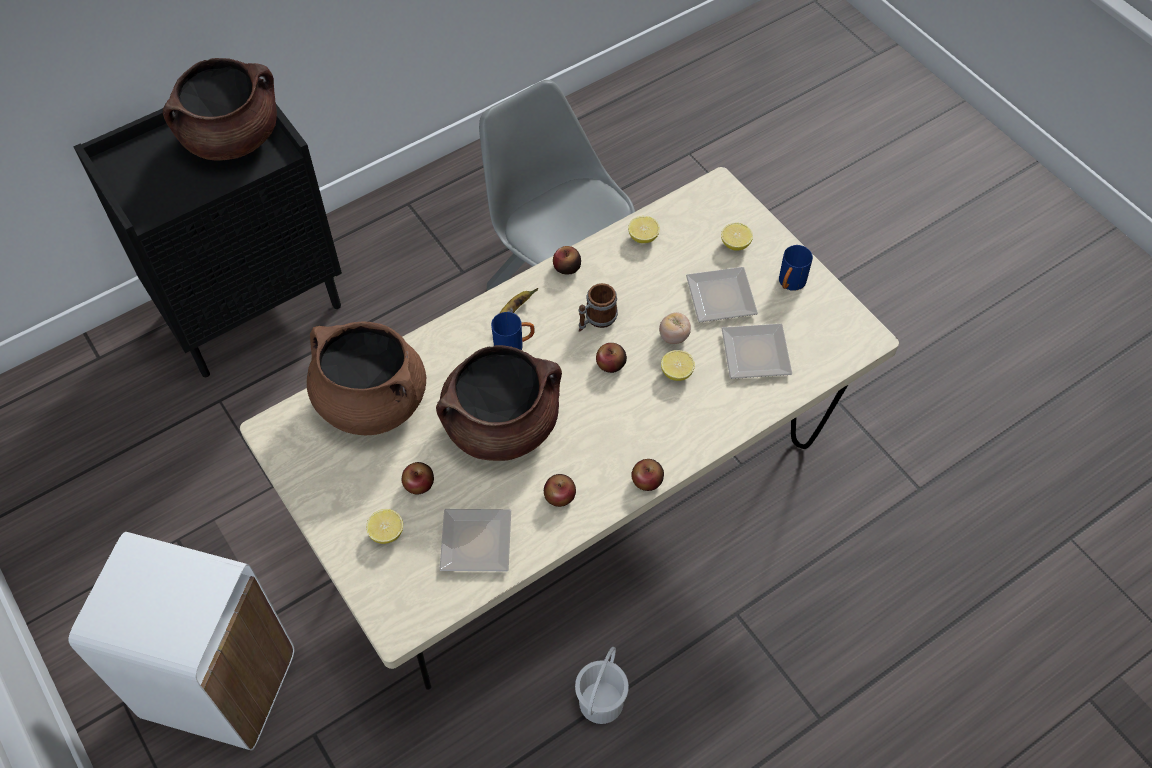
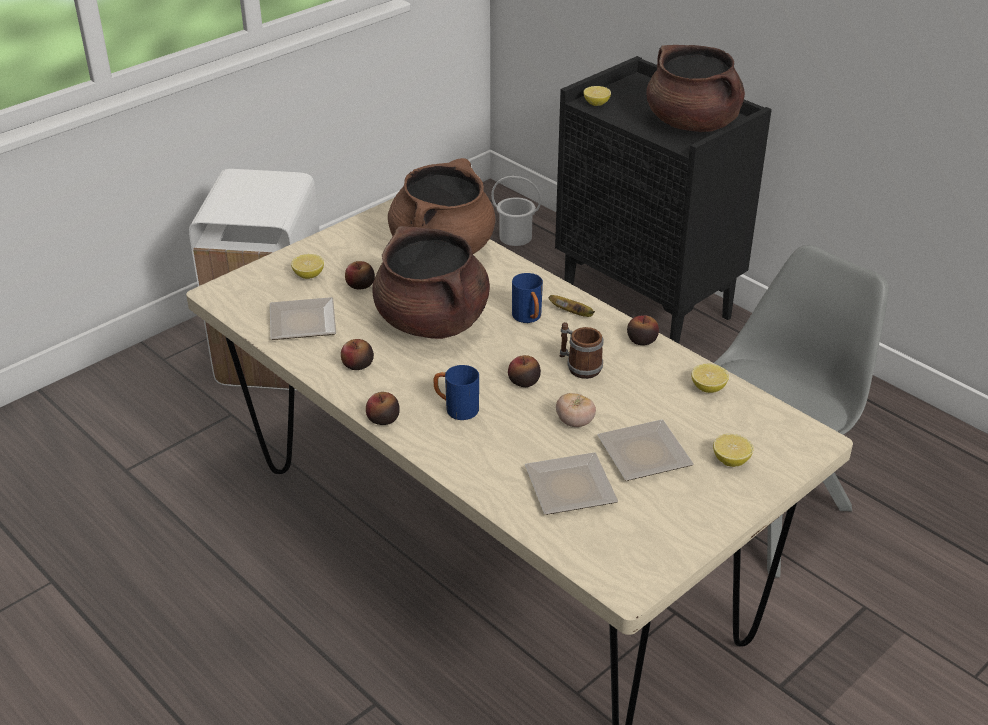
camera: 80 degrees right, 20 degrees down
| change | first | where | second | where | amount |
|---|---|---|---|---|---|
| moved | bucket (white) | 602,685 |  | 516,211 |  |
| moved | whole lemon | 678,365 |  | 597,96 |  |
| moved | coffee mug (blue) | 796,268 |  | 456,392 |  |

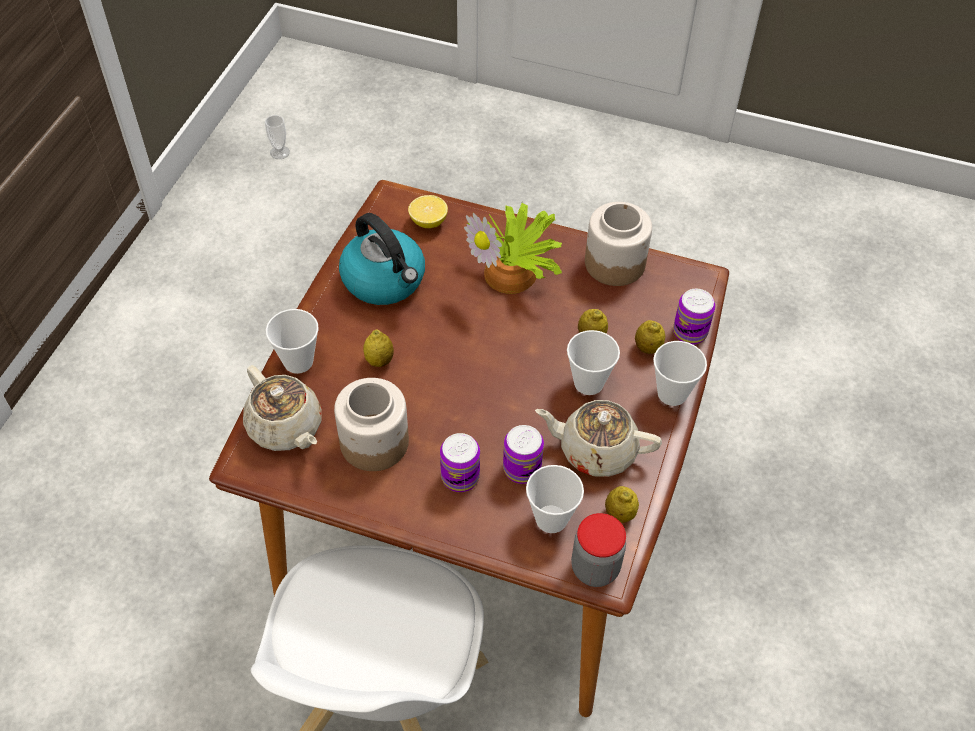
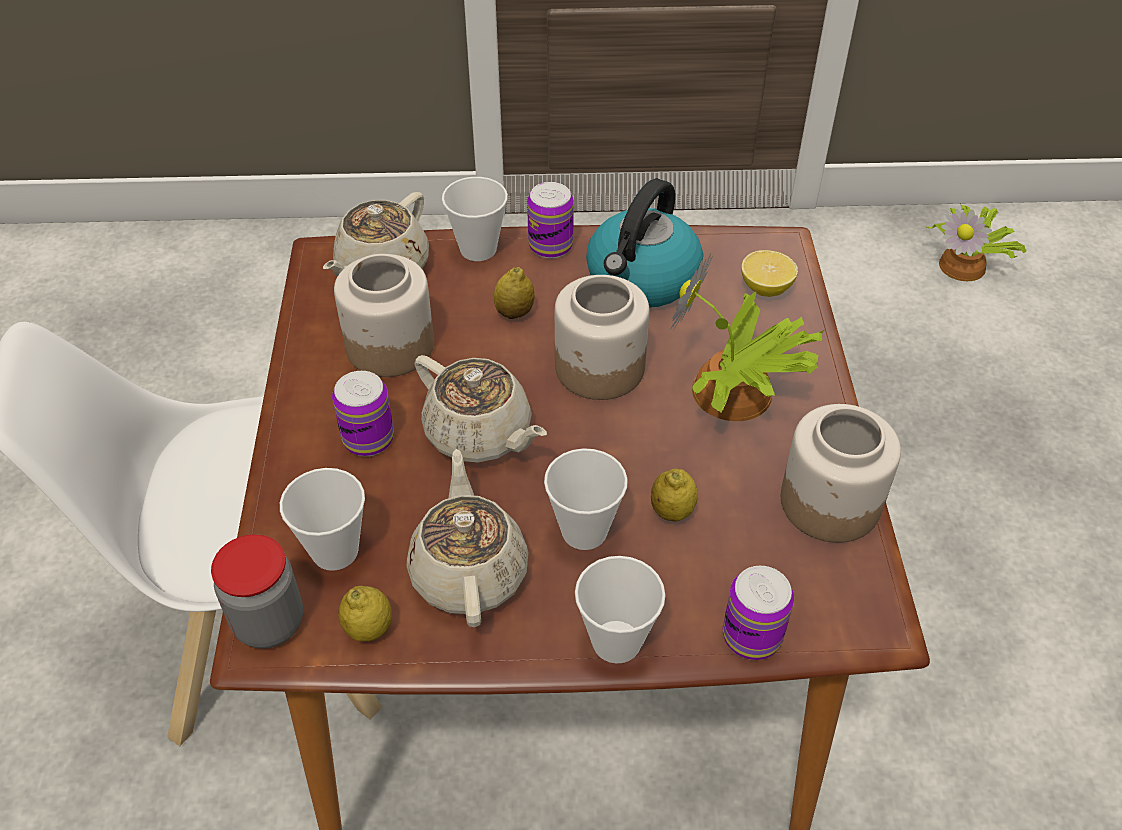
camera: 70 degrees right, 5 degrees down
| change | first | where | second | where | amount |
|---|---|---|---|---|---|
| replaced | drinking cup | 277,137 | plant in a pot | 976,242 |  |
| moved | sealed can | 523,454 |  | 550,220 |  |
| removed | whole lemon | 650,337 |  |  |  |
| added |  |  | teapot (sand-coloured) | 480,409 |  |
| added |  |  | preserve jar | 602,337 |  |

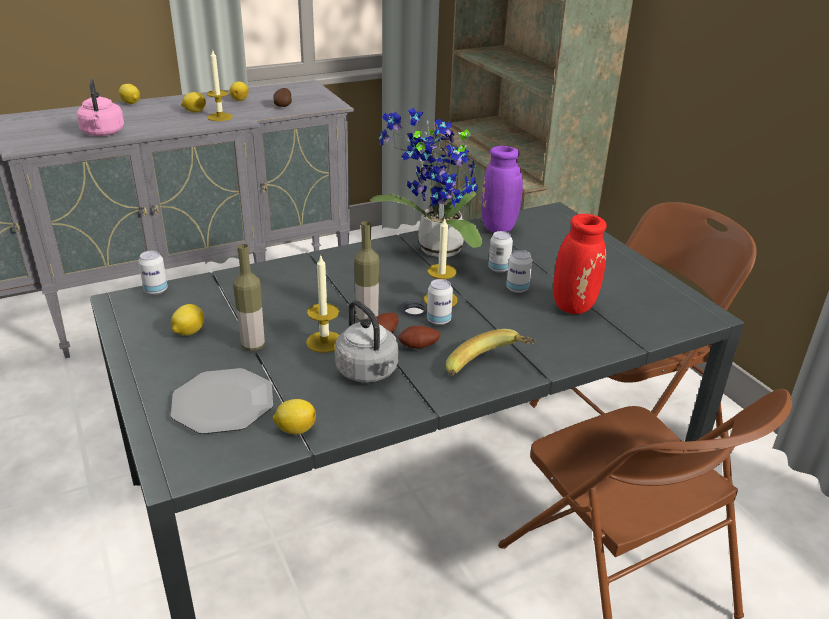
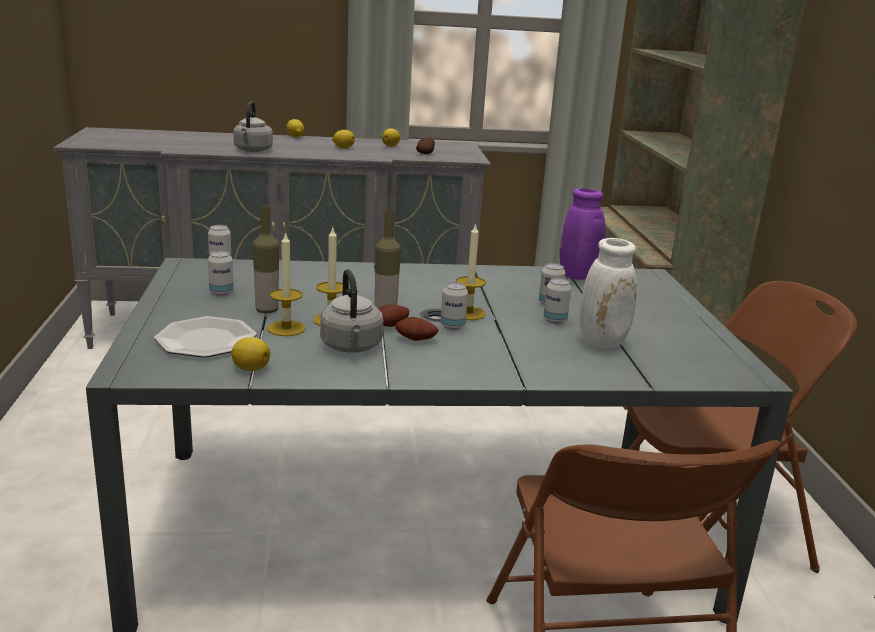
camera: 20 degrees right, 10 degrees down
| change | first | where | second | where | amount |
|---|---|---|---|---|---|
| recoloured | kettle (pink-coloured) | 100,107 | kettle (gray) | 253,126 |  |
| replaced | whole lemon | 187,320 | sealed can | 221,273 |  |
| moved | wax candle | 220,85 |  | 286,283 |  |
| removed | plant in a pot | 426,182 |  |  |  |
| removed | whole banana | 491,352 |  |  |  |
| recoloured | decorative vase (red) | 580,264 | decorative vase (white) | 608,293 |  |

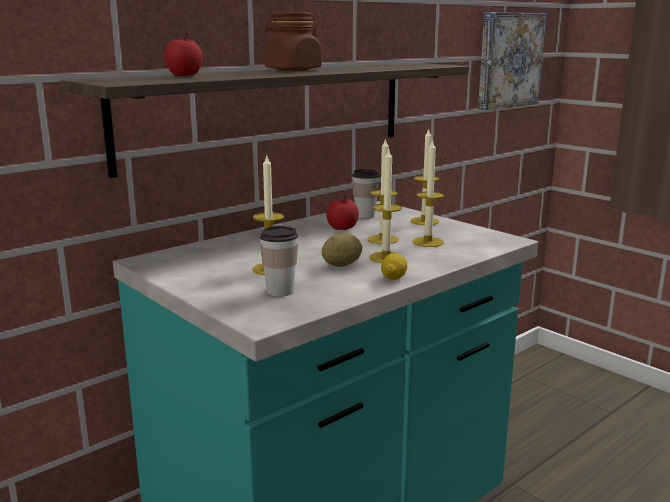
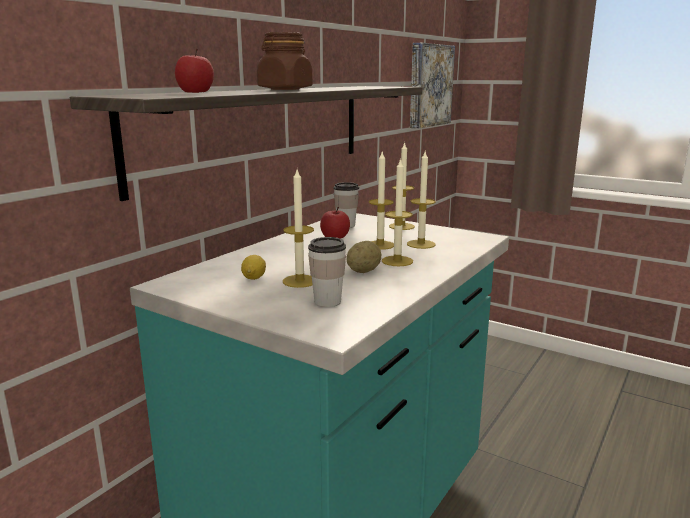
camera: 15 degrees left, 0 degrees up
| change | first | where | second | where | amount |
|---|---|---|---|---|---|
| moved | whole lemon | 394,266 |  | 253,267 |  |

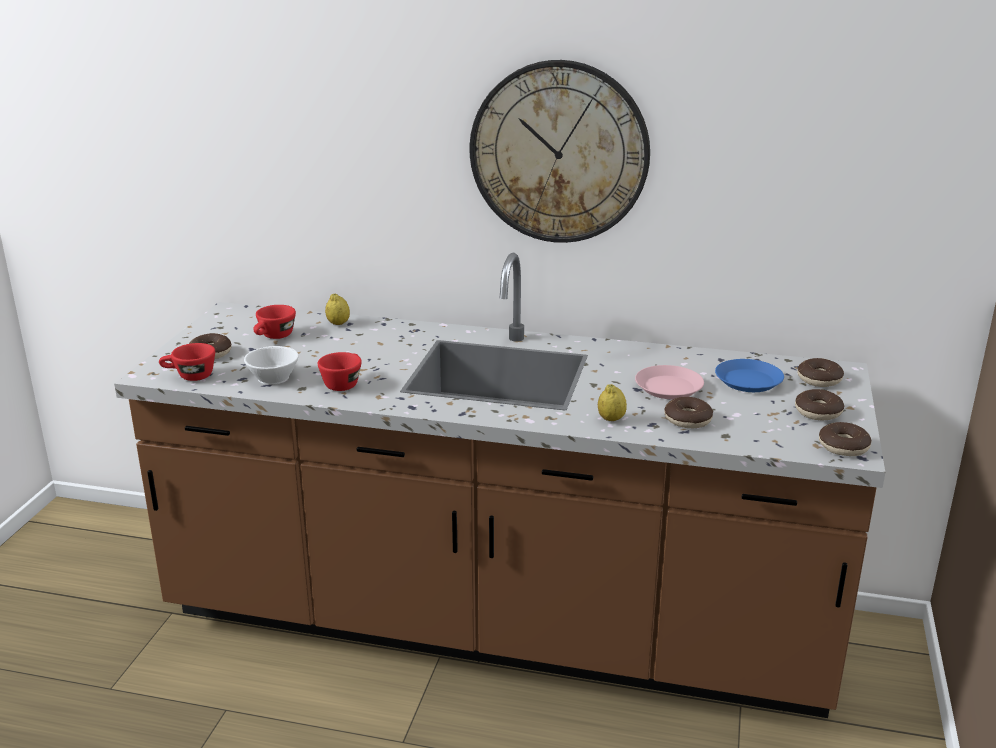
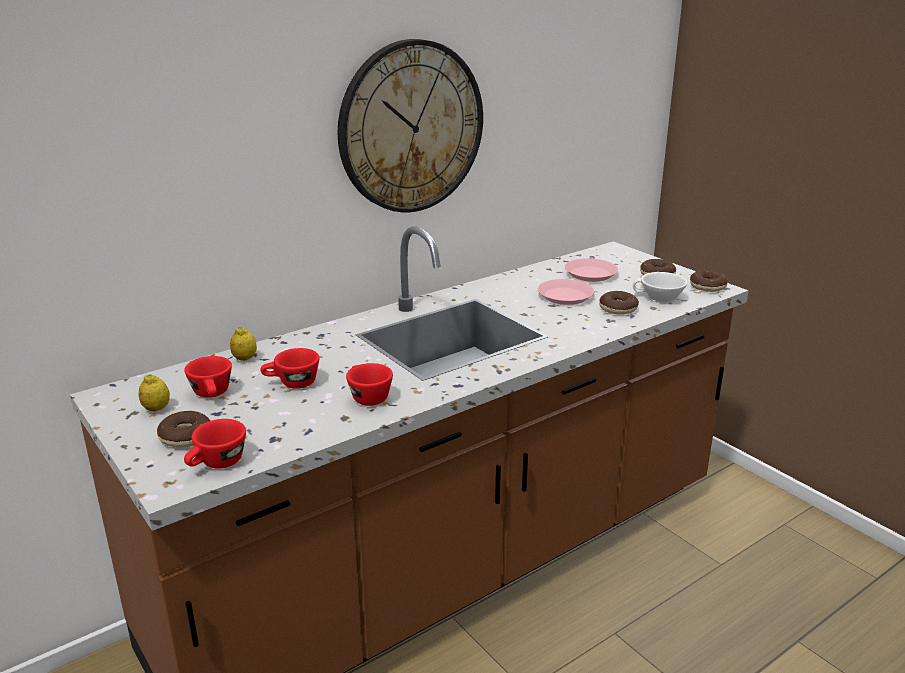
camera: 50 degrees left, 0 degrees up
| change | first | where | second | where | amount |
|---|---|---|---|---|---|
| moved | drinking cup (white) | 271,365 |  | 660,287 |  |
| moved | whole lemon | 612,402 |  | 154,392 |  |
| recoloured | plate (blue) | 749,375 | plate (pink-coloured) | 591,270 |  |
| removed | ring doughnut | 821,372 |  |  |  |
| added |  |  | drinking cup (red) | 289,368 |  |

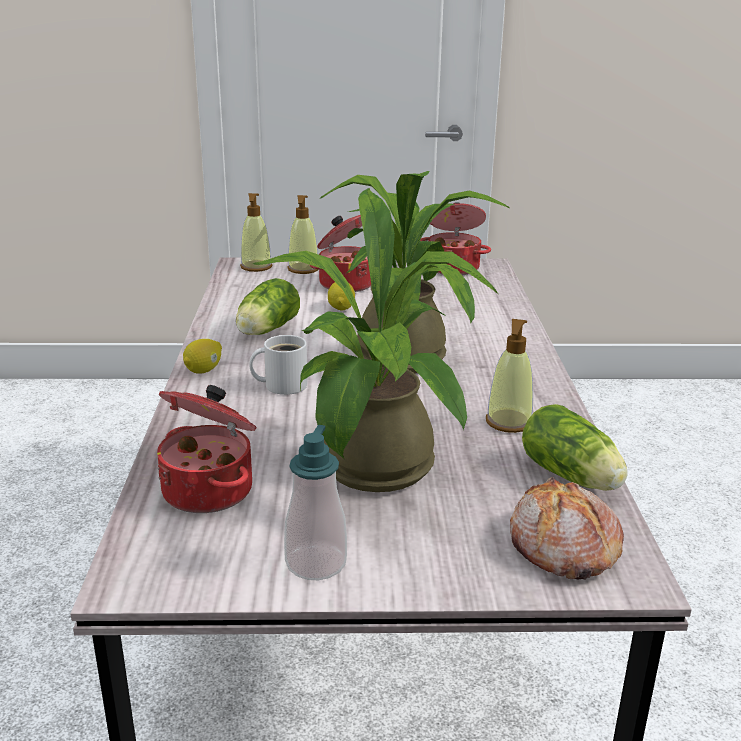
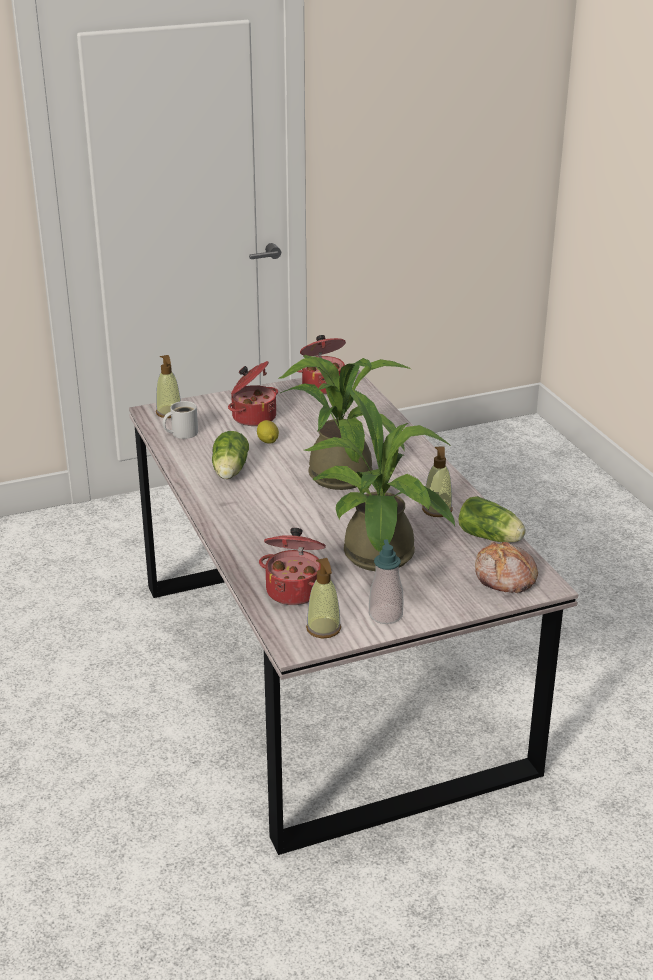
camera: 20 degrees left, 5 degrees up
| change | first | where | second | where | amount |
|---|---|---|---|---|---|
| removed | whole lemon | 202,356 |  |  |  |
| moved | coffee mug (white) | 278,365 |  | 180,420 |  |
| moved | soap bottle | 303,234 |  | 323,598 |  |

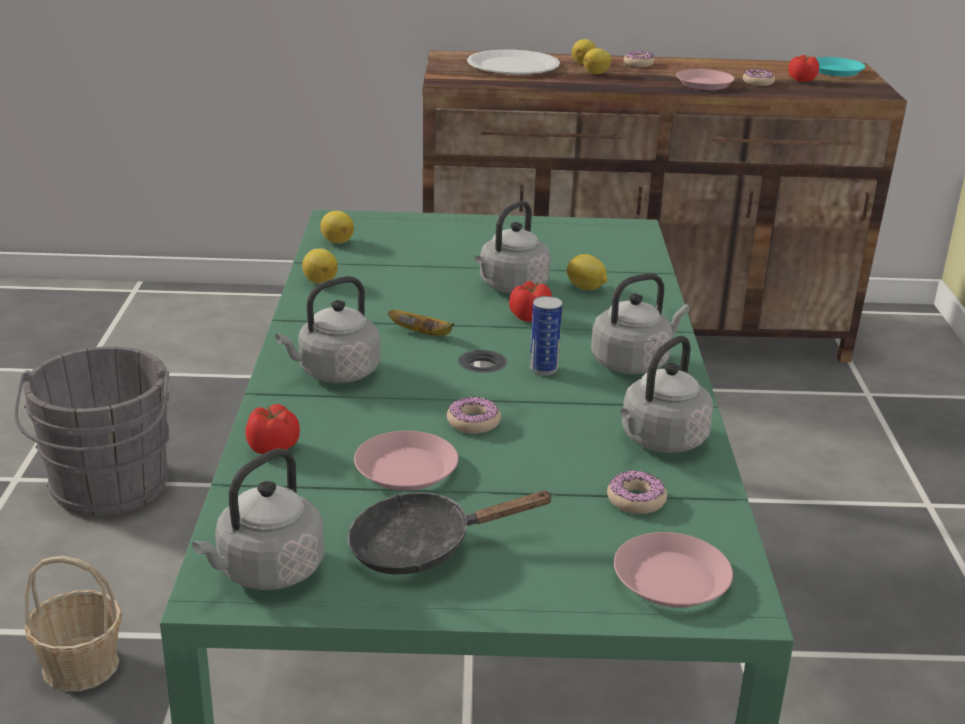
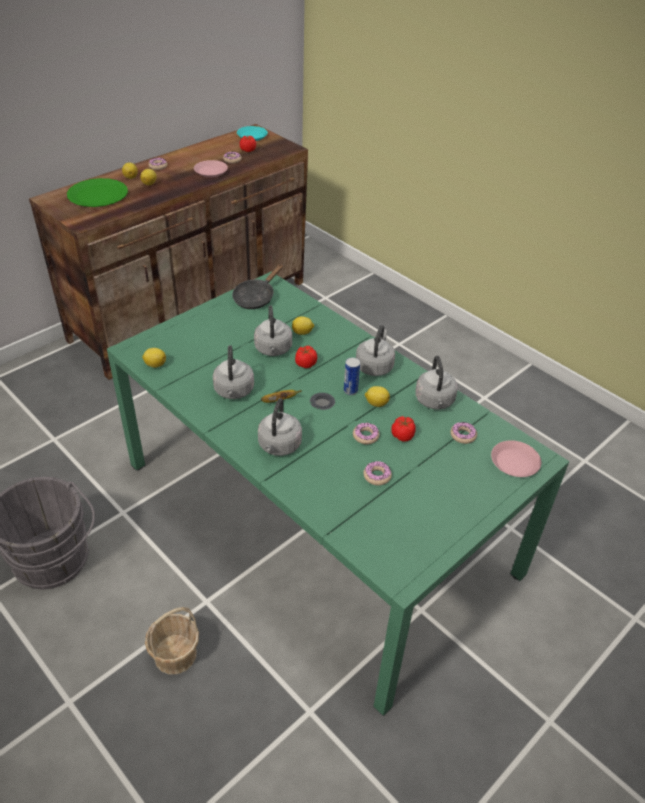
camera: 45 degrees left, 15 degrees up
| change | first | where | second | where | amount |
|---|---|---|---|---|---|
| moved | kettle (gray) | 258,519 |  | 233,372 |  |
| moved | whole tomato | 272,429 |  | 403,429 |  |
| moved | whole lemon | 320,266 |  | 377,396 |  |
| moved | pan (blackish) | 450,533 |  | 257,286 |  |
| replaced | plate (pink-coloured) | 406,461 | ring doughnut | 377,473 |  |
| recoloured | plate (white) | 513,62 | plate (green) | 97,192 |  |

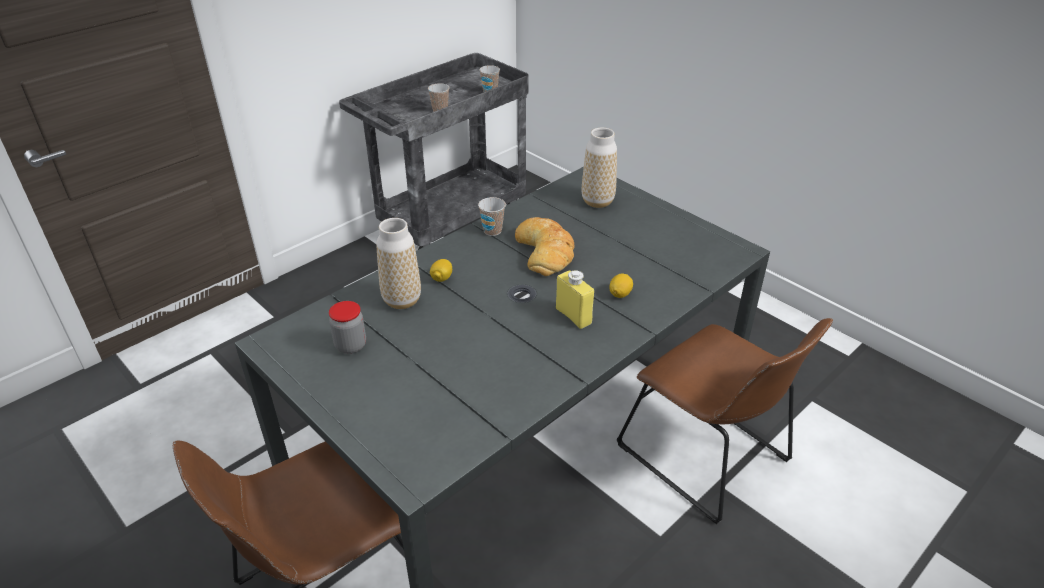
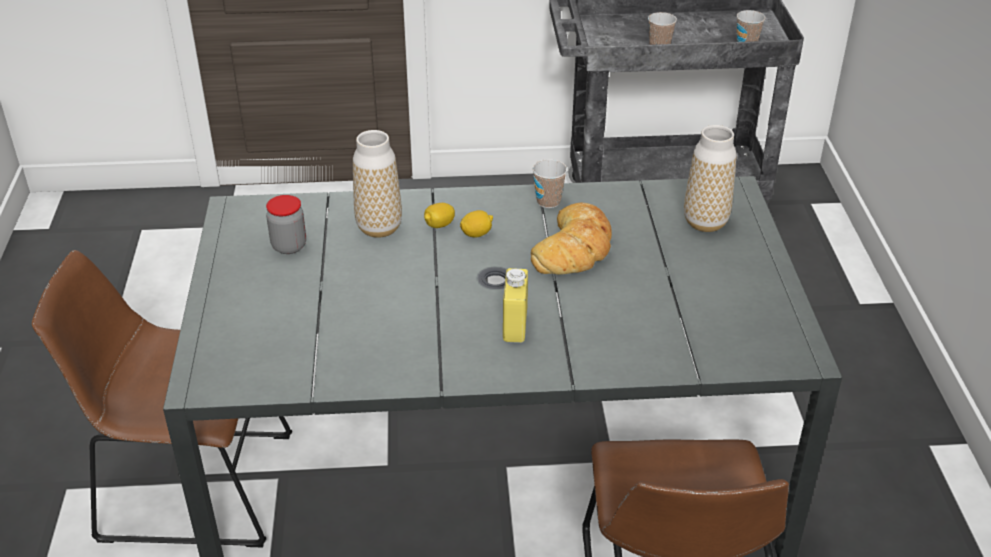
camera: 40 degrees right, 0 degrees up
| change | first | where | second | where | amount |
|---|---|---|---|---|---|
| moved | whole lemon | 621,286 |  | 476,224 |  |

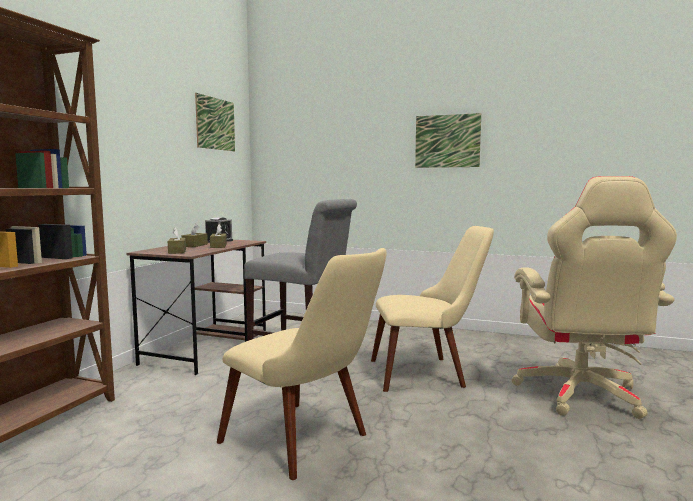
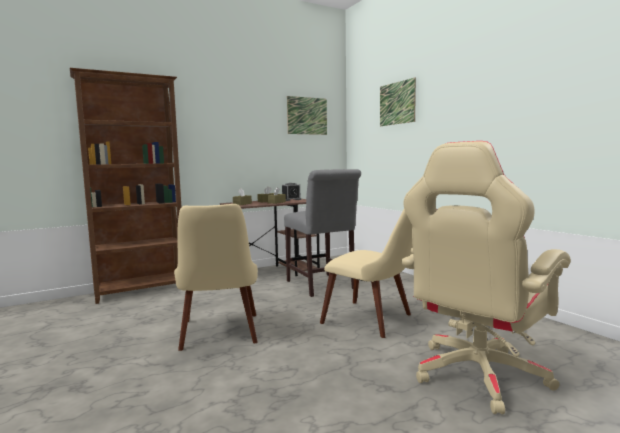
camera: 40 degrees right, 0 degrees up
| change | first | where | second | where | amount |
|---|---|---|---|---|---|
| moved | wall picture | 448,140 |  | 398,101 |  |

